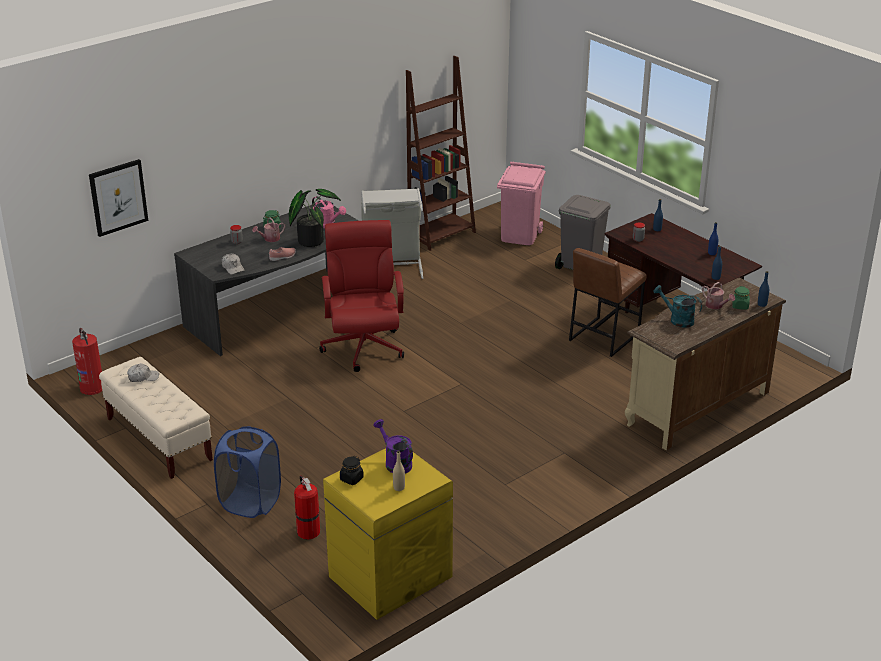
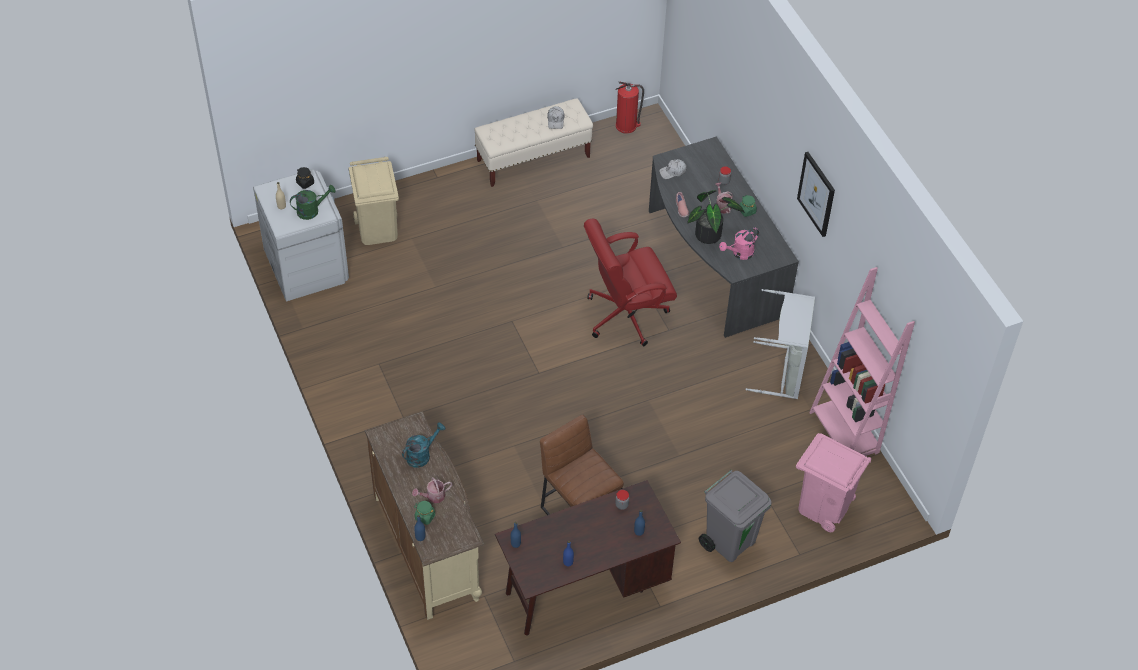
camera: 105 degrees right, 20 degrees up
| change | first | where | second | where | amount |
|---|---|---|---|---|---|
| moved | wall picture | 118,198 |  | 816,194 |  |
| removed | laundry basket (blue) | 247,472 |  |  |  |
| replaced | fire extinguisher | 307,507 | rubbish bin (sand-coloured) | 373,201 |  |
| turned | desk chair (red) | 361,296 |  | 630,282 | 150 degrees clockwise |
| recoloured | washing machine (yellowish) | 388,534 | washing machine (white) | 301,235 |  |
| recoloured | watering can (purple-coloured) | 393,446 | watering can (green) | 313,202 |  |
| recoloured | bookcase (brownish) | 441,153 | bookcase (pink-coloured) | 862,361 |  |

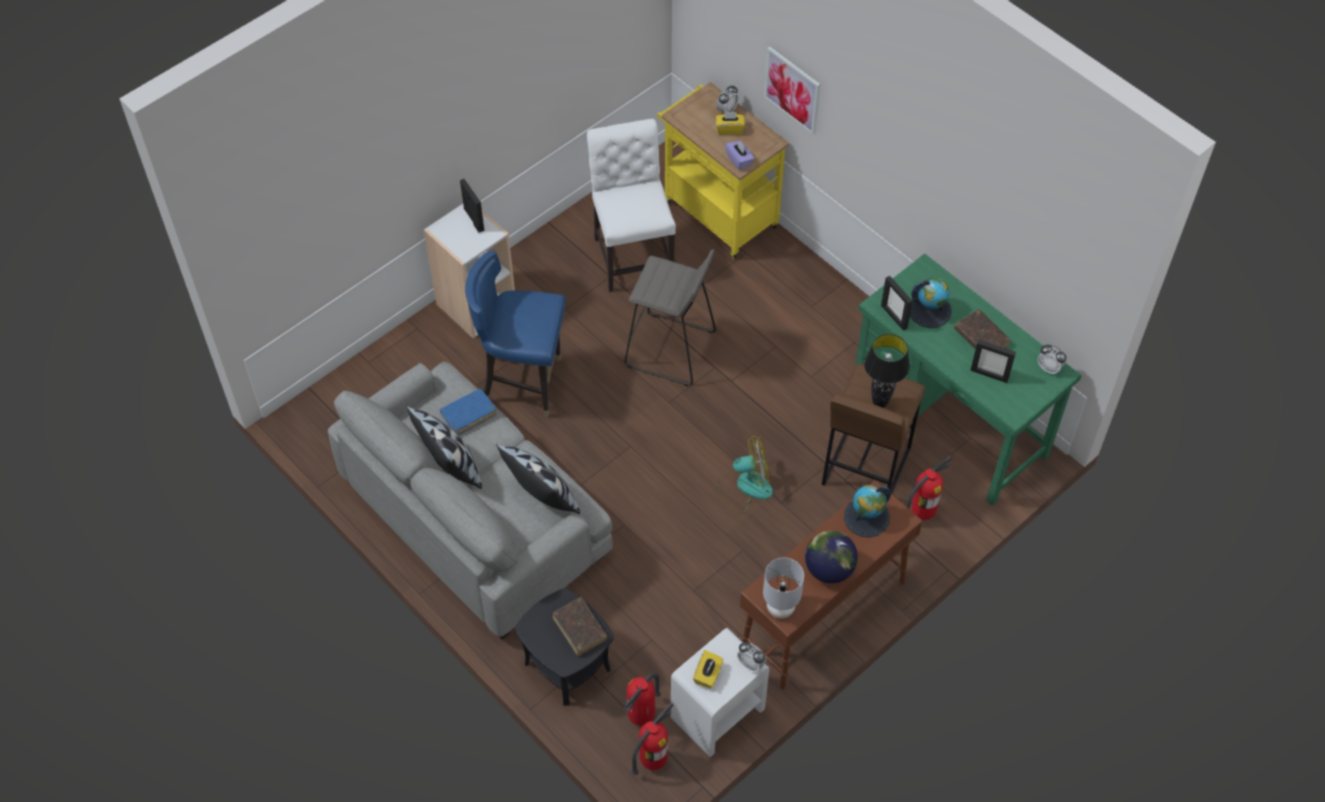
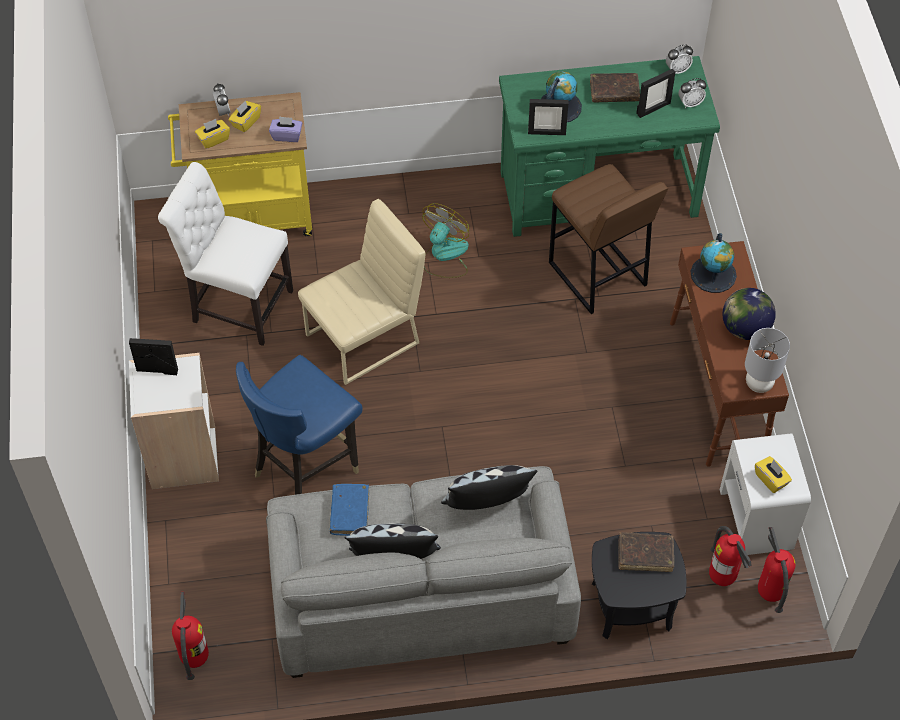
camera: 55 degrees left, 0 degrees up
| change | first | where | second | where | amount |
|---|---|---|---|---|---|
| replaced | stool seat (gray) | 670,317 | chair (sand-coloured) | 362,292 |  |
| moved | fan | 745,474 |  | 445,240 |  |
| moved | table clock | 752,657 |  | 692,93 |  |
| removed | wall picture | 792,90 |  |  |  |
| removed | lamp for a table (blackish) | 887,371 |  |  |  |
| moved | fire extinguisher | 929,488 |  | 190,636 |  |
| added |  |  | tissue box (yellowish) | 212,134 |  |

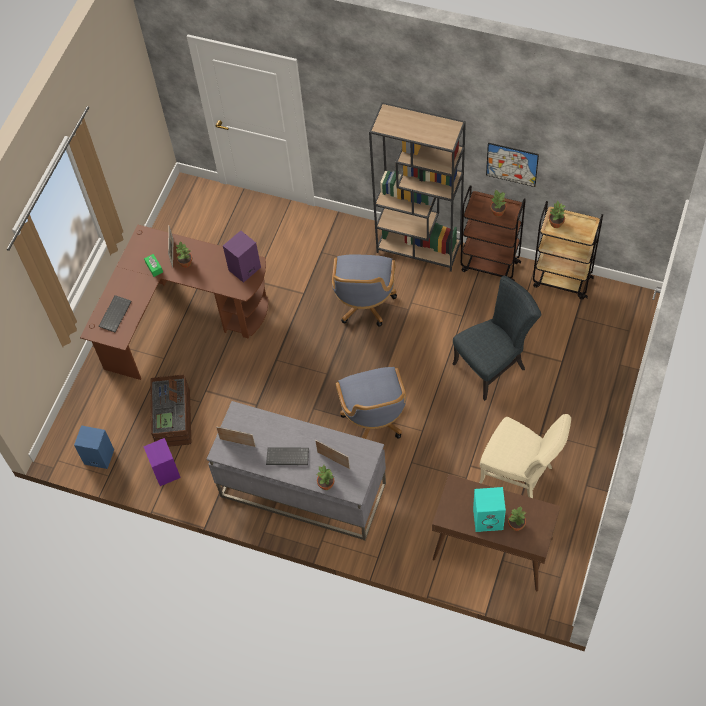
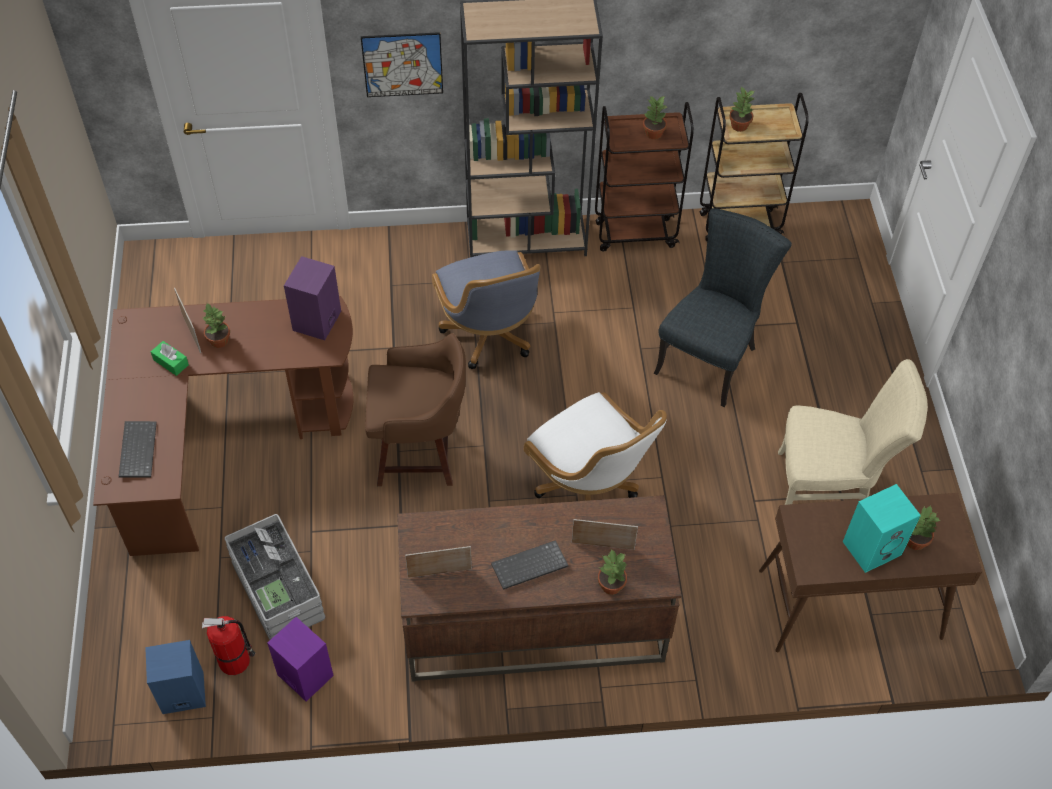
camera: 30 degrees left, 5 degrees down
| change | first | where | second | where | amount |
|---|---|---|---|---|---|
| recoloured | storage box (brownish) | 170,411 | storage box (gray) | 275,577 |  |
| recoloured | desk unit (gray) | 296,470 | desk unit (brownish) | 539,588 |  |
| recoloured | desk chair (blue) | 371,403 | desk chair (white) | 595,446 |  |
| moved | wall picture | 512,165 |  | 402,64 |  |
| added |  |  | fire extinguisher | 228,645 |  |
| added |  |  | stool seat (brownish) | 415,409 |  |

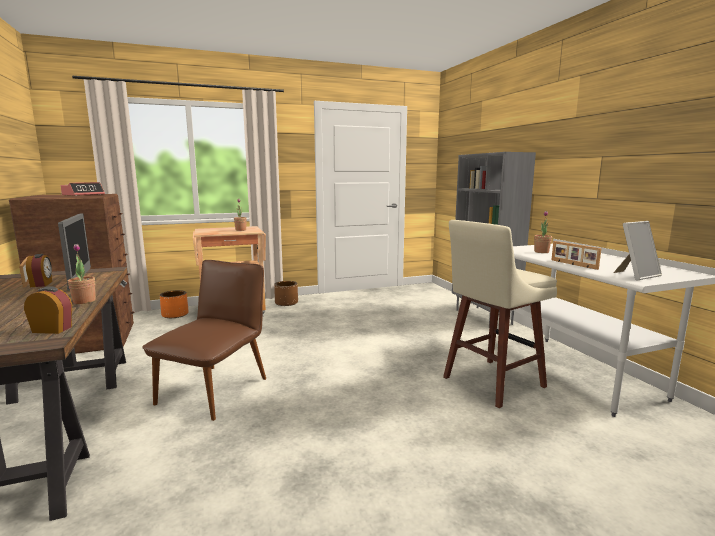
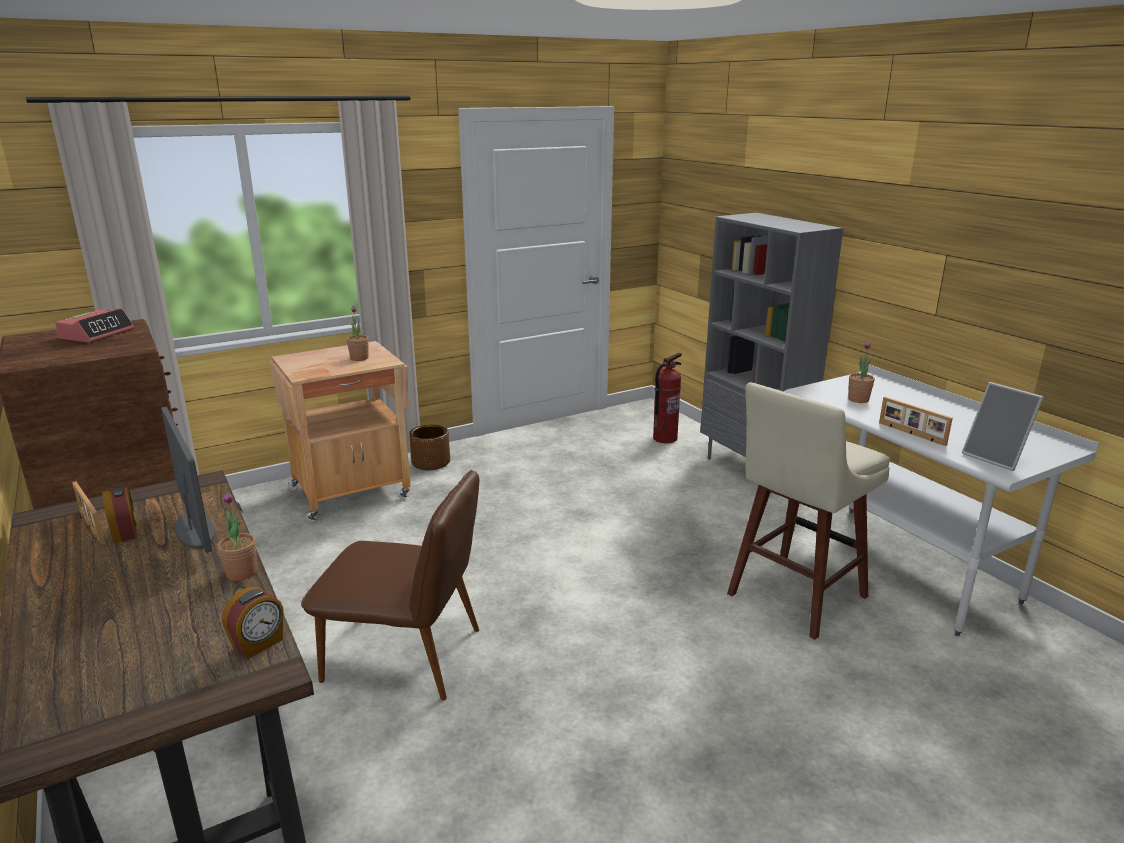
camera: 10 degrees left, 10 degrees up
| change | first | where | second | where | amount |
|---|---|---|---|---|---|
| turned | table clock | 48,310 |  | 253,623 | 135 degrees clockwise |
| turned | chair (brownish) | 204,340 |  | 390,585 | 90 degrees clockwise |
| removed | flower pot (orangey) | 174,304 |  |  |  |
| turned | photo frame | 637,250 |  | 1003,426 | 90 degrees clockwise |
| added |  |  | fire extinguisher | 667,398 |  |

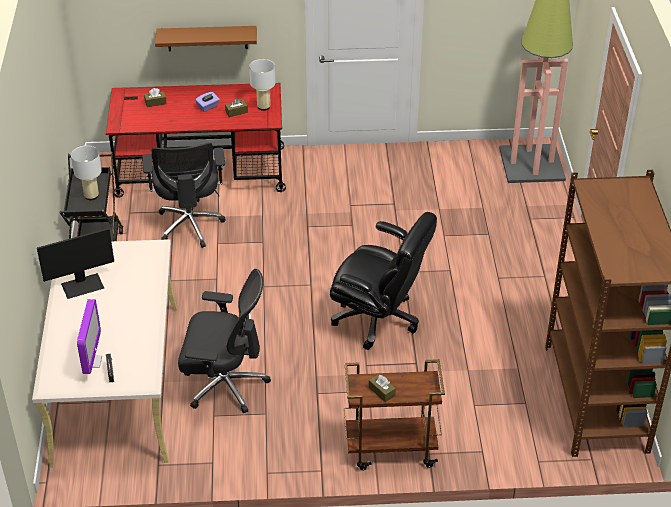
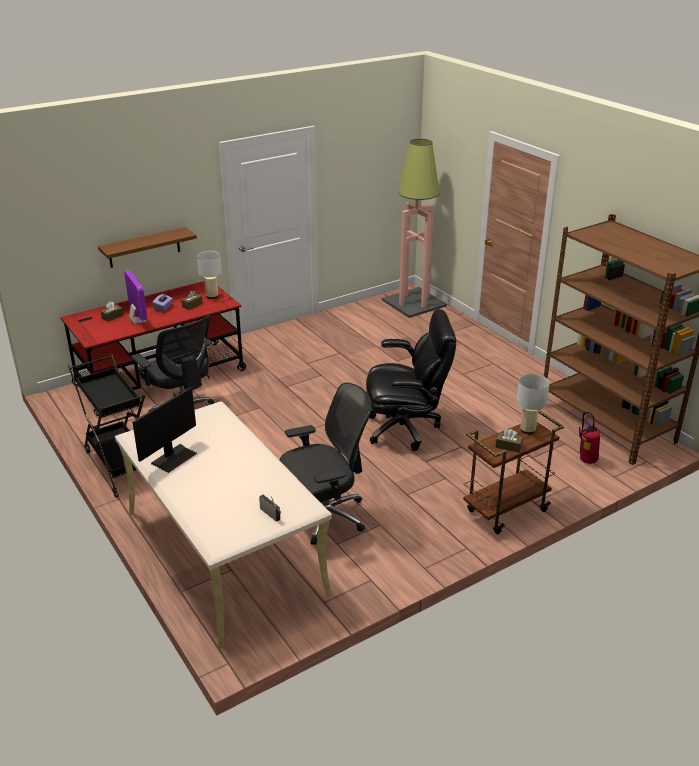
camera: 30 degrees left, 10 degrees down
| change | first | where | second | where | amount |
|---|---|---|---|---|---|
| moved | lamp for a table (white) | 86,172 |  | 533,404 |  |
| moved | computer screen | 89,336 |  | 135,297 |  |
| added |  |  | fire extinguisher | 589,438 |  |

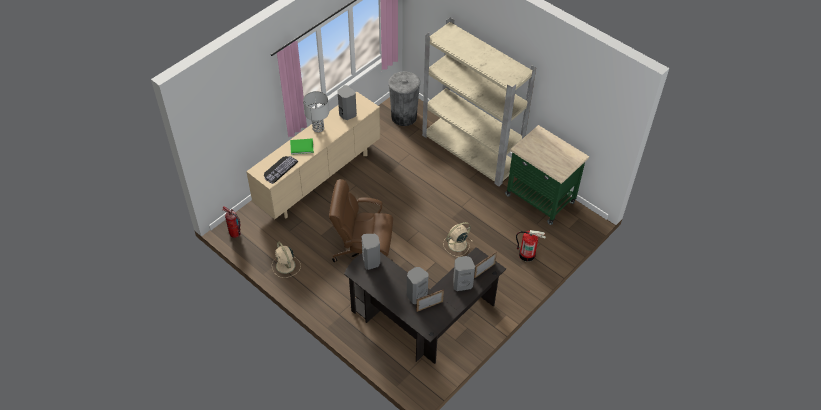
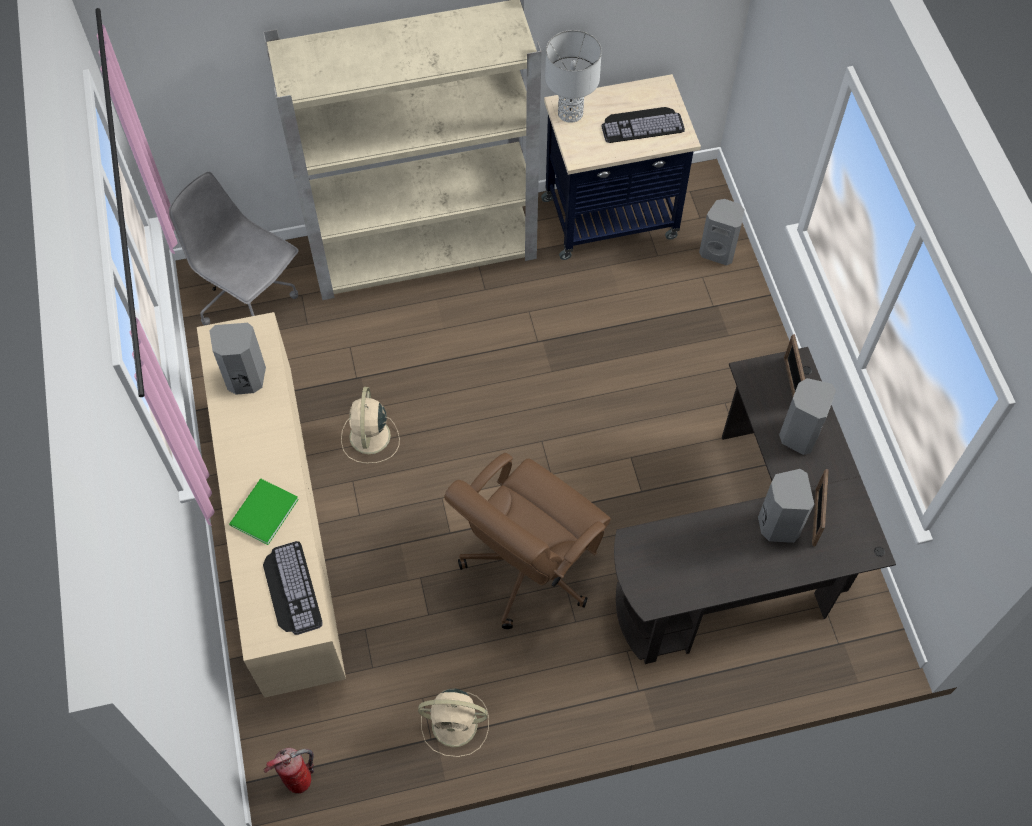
camera: 55 degrees left, 10 degrees up
| change | first | where | second | where | amount |
|---|---|---|---|---|---|
| moved | lamp for a table (white) | 316,111 |  | 573,76 |  |
| moved | speaker (gray) | 370,252 |  | 722,232 |  |
| replaced | rubbish bin (gray) | 404,98 | desk chair (gray) | 234,248 |  |
| moved | fan (sand-coloured) | 457,239 |  | 370,425 |  |
| recoloured | cart (green) | 547,175 | cart (blue) | 621,167 |  |
| removed | fire extinguisher | 531,246 |  |  |  |
| added |  |  | PC keyboard | 643,125 |  |

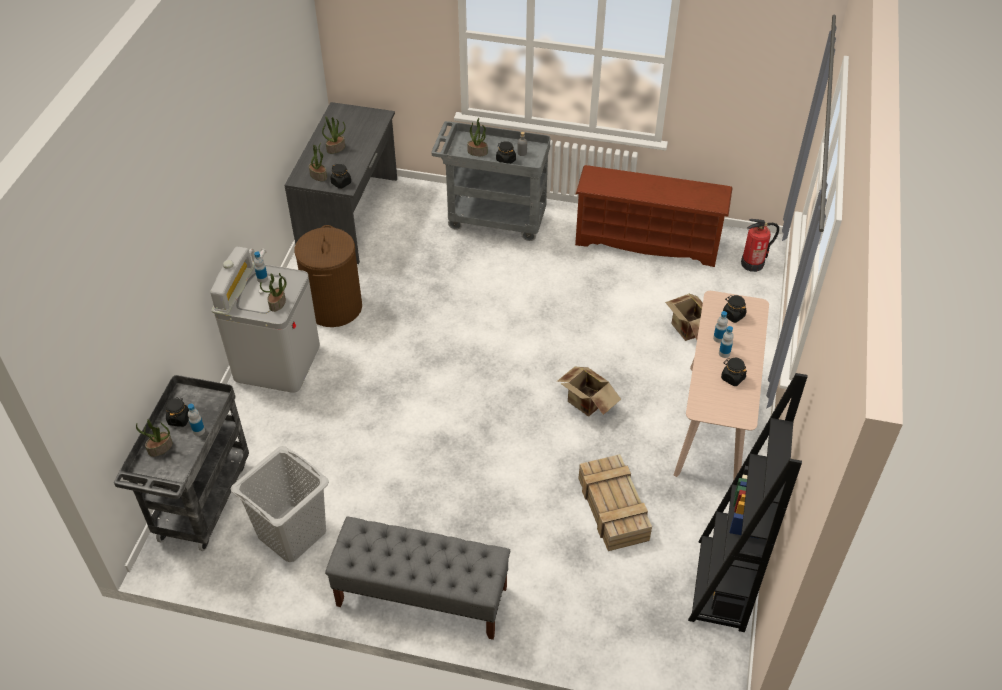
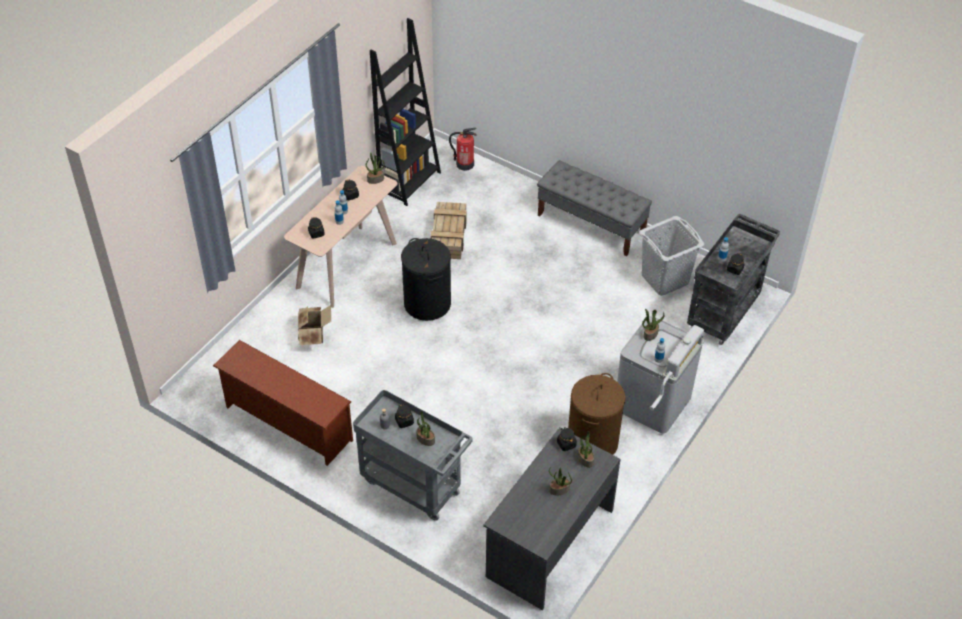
camera: 160 degrees left, 0 degrees up
| change | first | where | second | where | amount |
|---|---|---|---|---|---|
| moved | plant in a pot | 154,438 |  | 375,168 |  |
| replaced | carton | 588,392 | laundry basket (blackish) | 426,279 |  |
| moved | fire extinguisher | 760,245 |  | 463,149 |  |

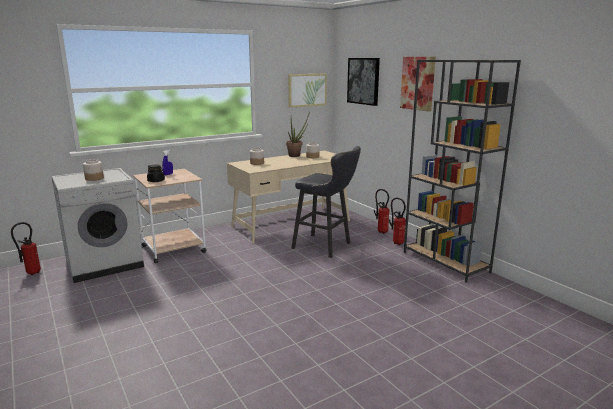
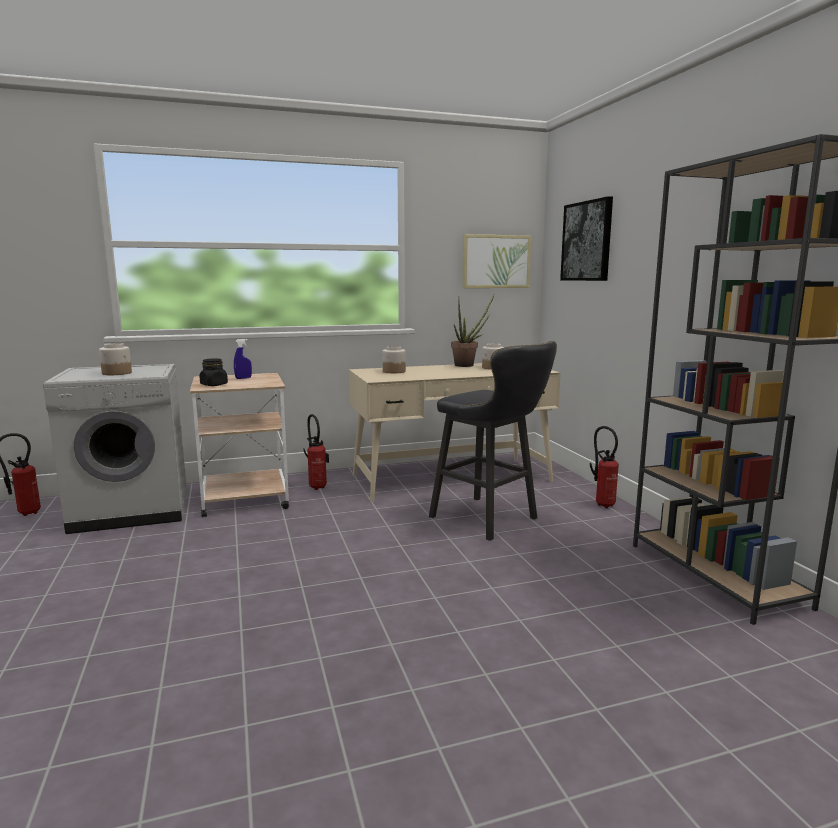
camera: 15 degrees right, 5 degrees down
| change | first | where | second | where | amount |
|---|---|---|---|---|---|
| moved | fire extinguisher | 397,221 |  | 316,452 |  |
| removed | wall picture | 418,84 |  |  |  |

